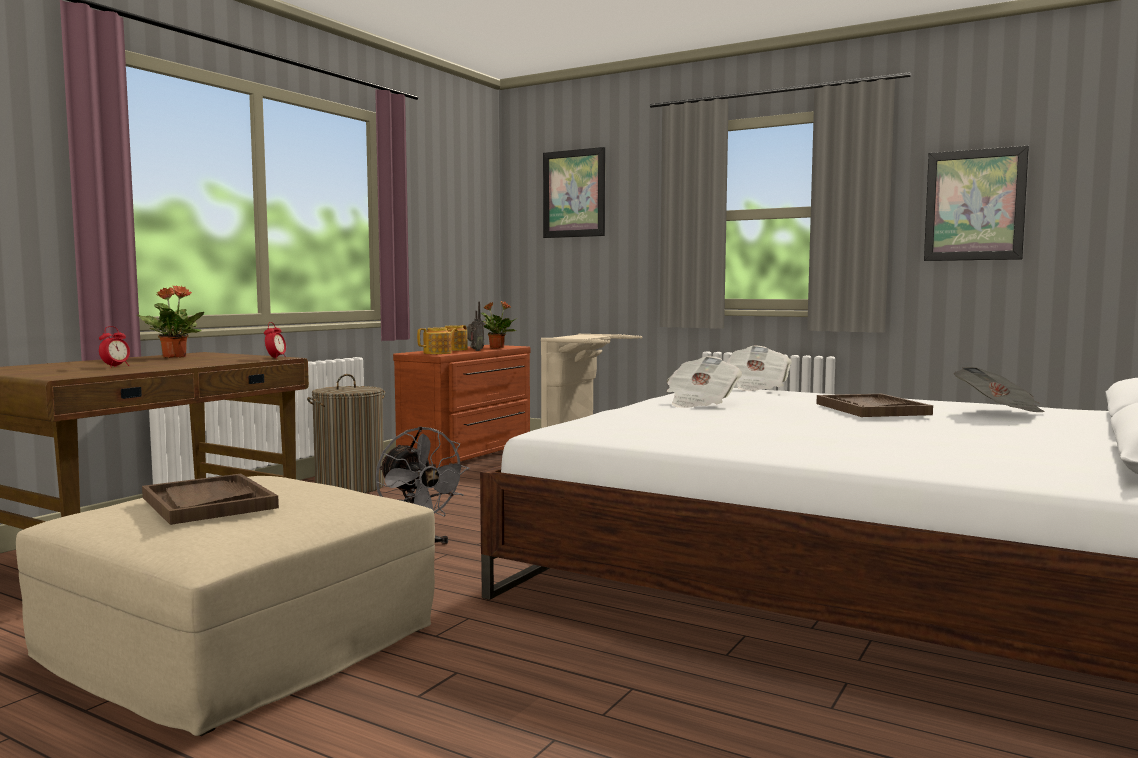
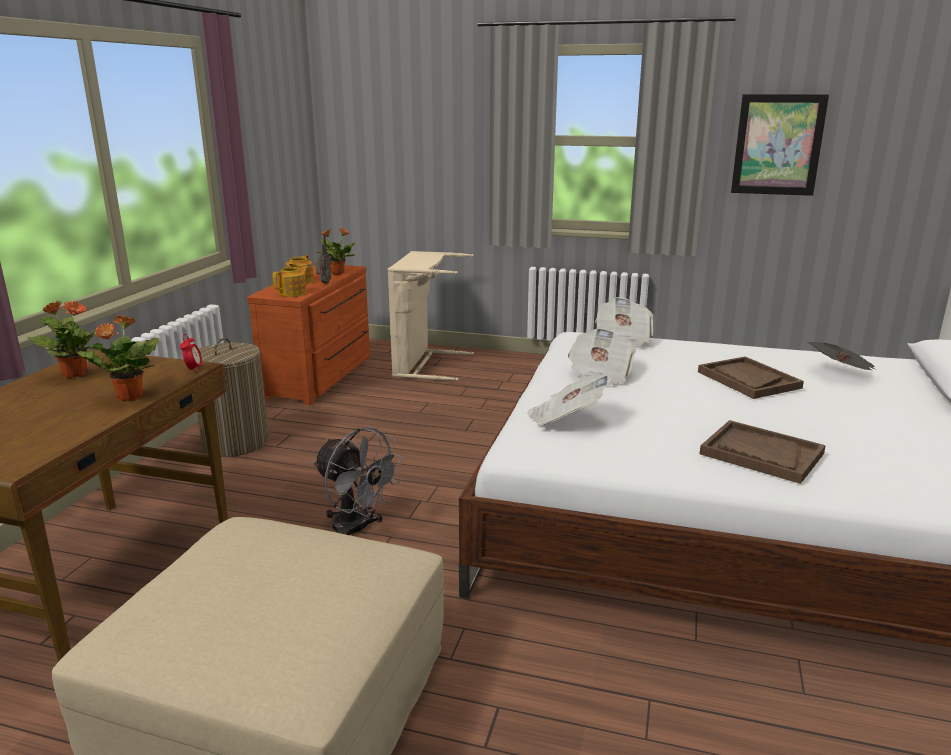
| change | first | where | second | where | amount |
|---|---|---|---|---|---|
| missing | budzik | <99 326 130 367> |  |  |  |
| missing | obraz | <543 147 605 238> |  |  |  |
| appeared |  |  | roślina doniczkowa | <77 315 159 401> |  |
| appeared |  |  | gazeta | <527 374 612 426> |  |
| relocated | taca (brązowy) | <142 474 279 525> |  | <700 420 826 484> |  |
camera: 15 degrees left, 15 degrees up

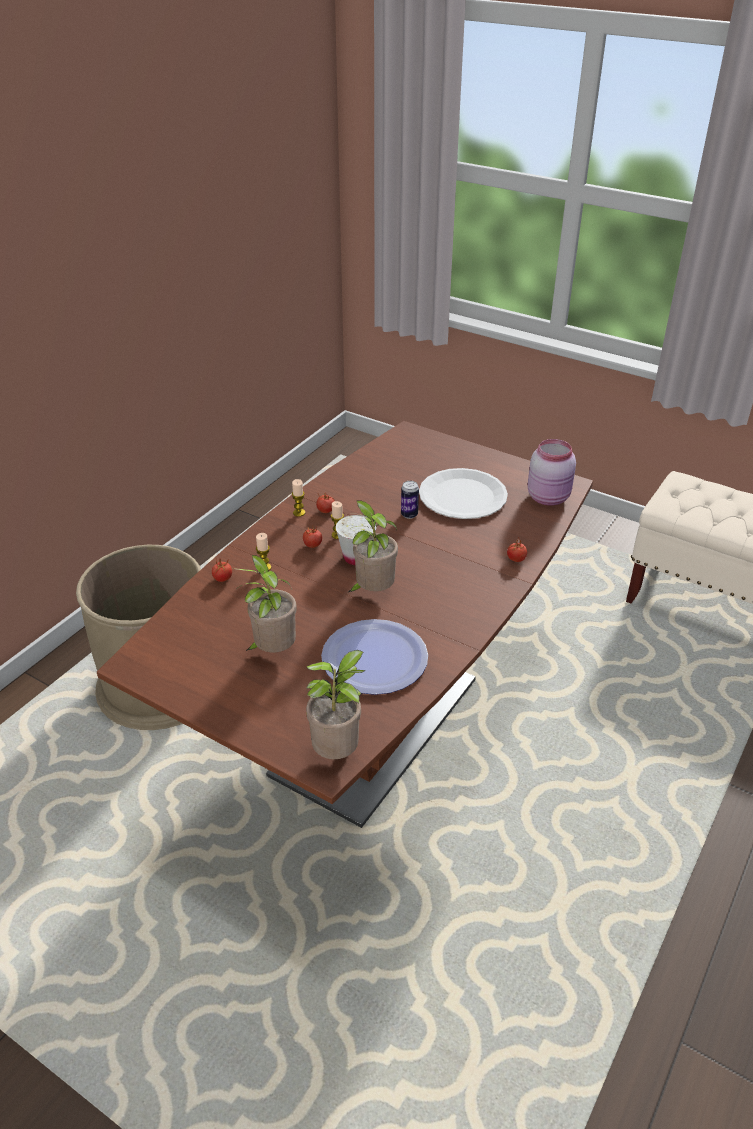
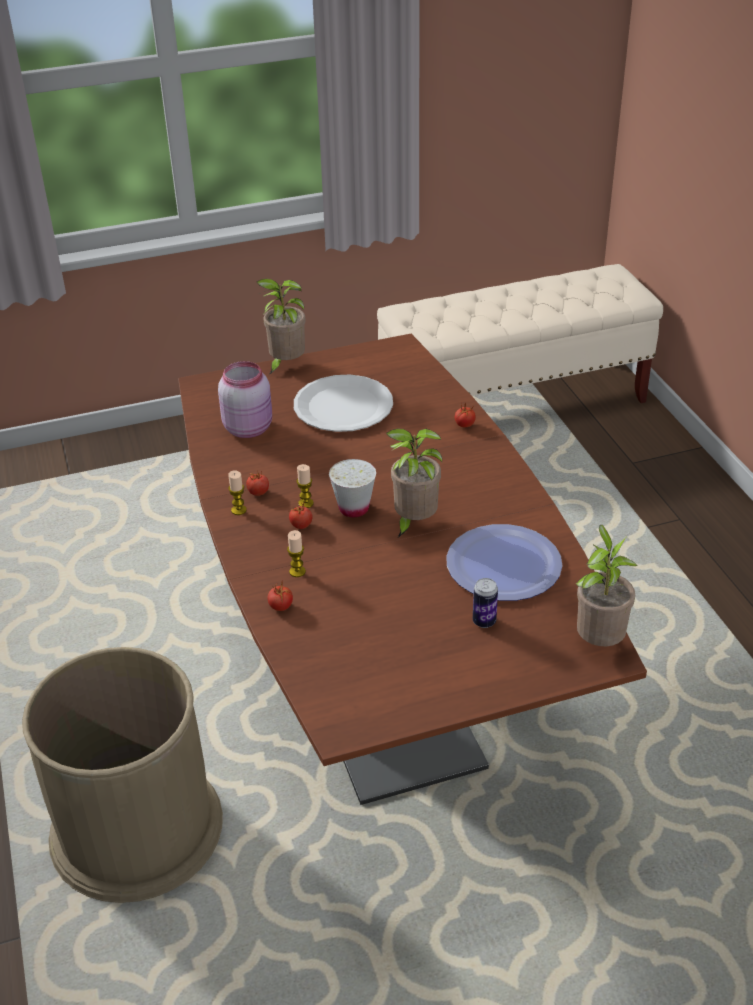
| change | first | where | second | where | amount |
|---|---|---|---|---|---|
| relocated | roślina doniczkowa | <233 555 297 652> |  | <257 279 306 375> |  |
| relocated | puszka | <401 481 419 519> |  | <473 578 498 628> |  |
| relocated | słoik (różowy) | <528 439 576 506> |  | <218 361 272 438> |  |
camera: 50 degrees left, 0 degrees up

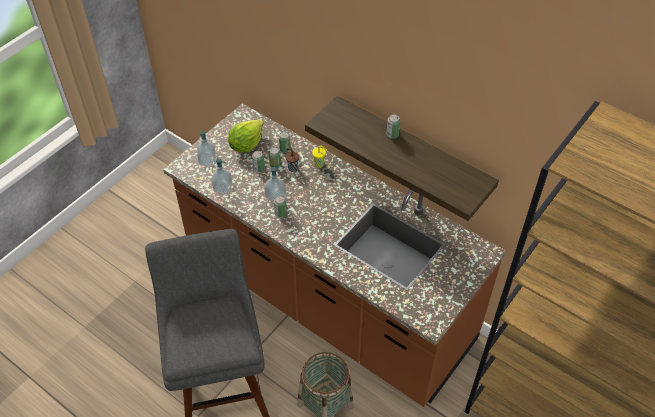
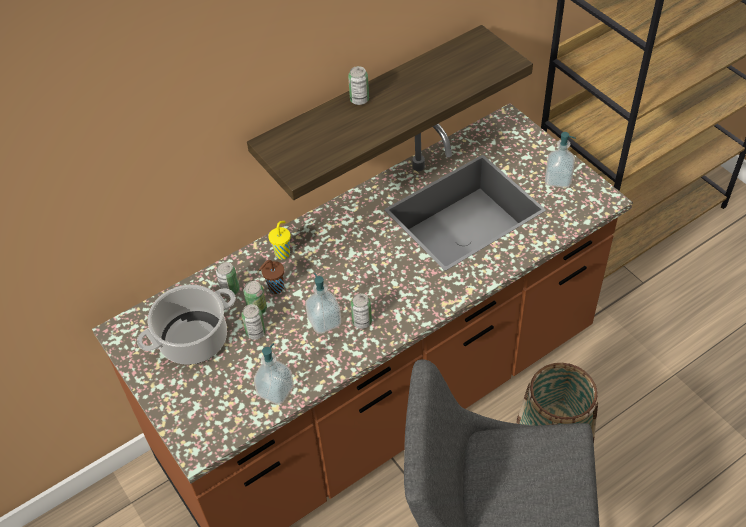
| change | first | where | second | where | amount |
|---|---|---|---|---|---|
| relocated | dozownik mydła | <197 131 216 166> |  | <545 132 576 188> |  |
| exchanged | sałata | <228 119 264 152> | garnek | <137 285 236 365> |  |
camera: 70 degrees left, 0 degrees up

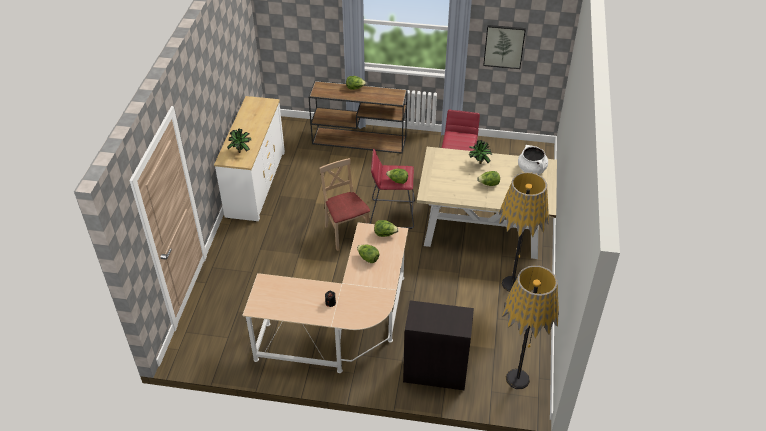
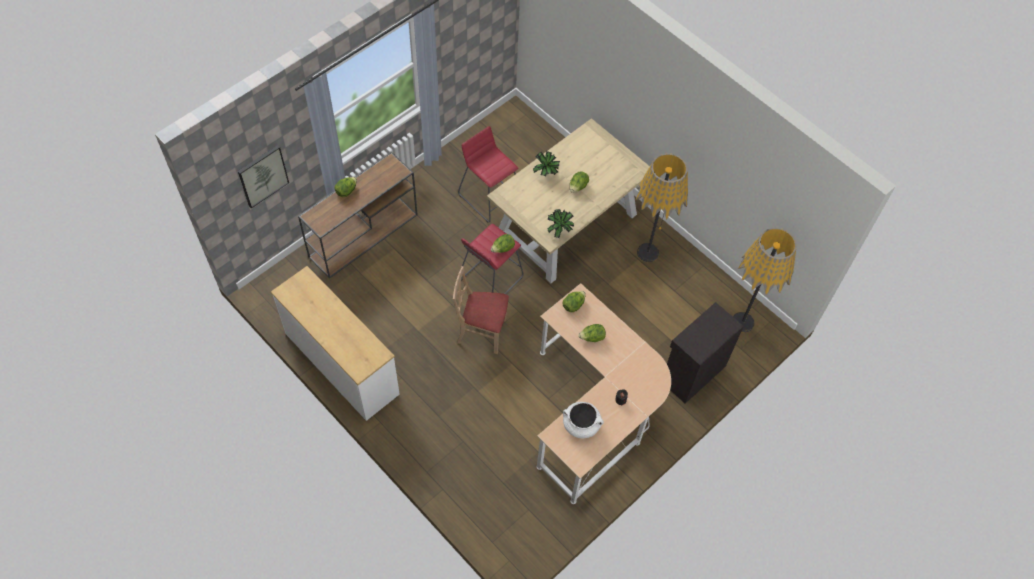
| change | first | where | second | where | amount |
|---|---|---|---|---|---|
| relocated | roślina doniczkowa | <227 128 251 153> |  | <547 209 574 238> |  |
| relocated | obraz | <483 25 526 69> |  | <238 145 289 208> |  |
| relocated | garnek (biały) | <518 145 548 175> |  | <563 402 604 438> |  |
camera: 55 degrees left, 15 degrees up

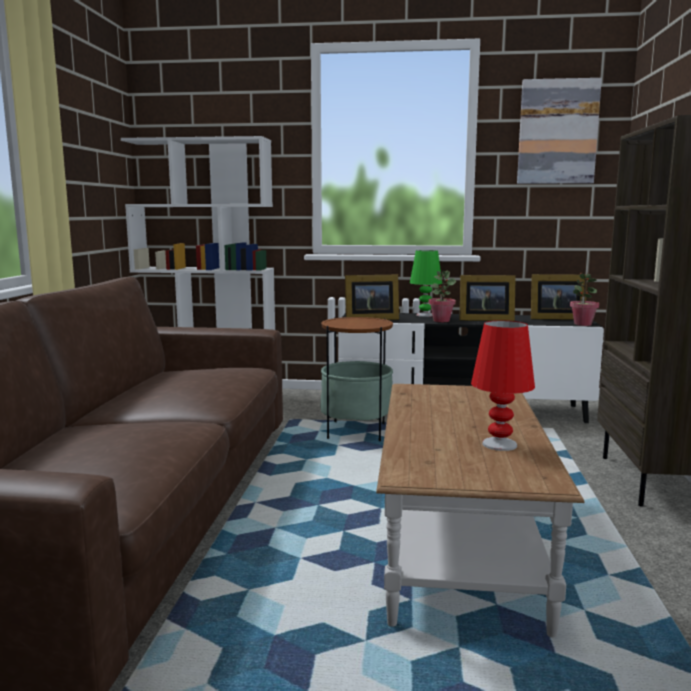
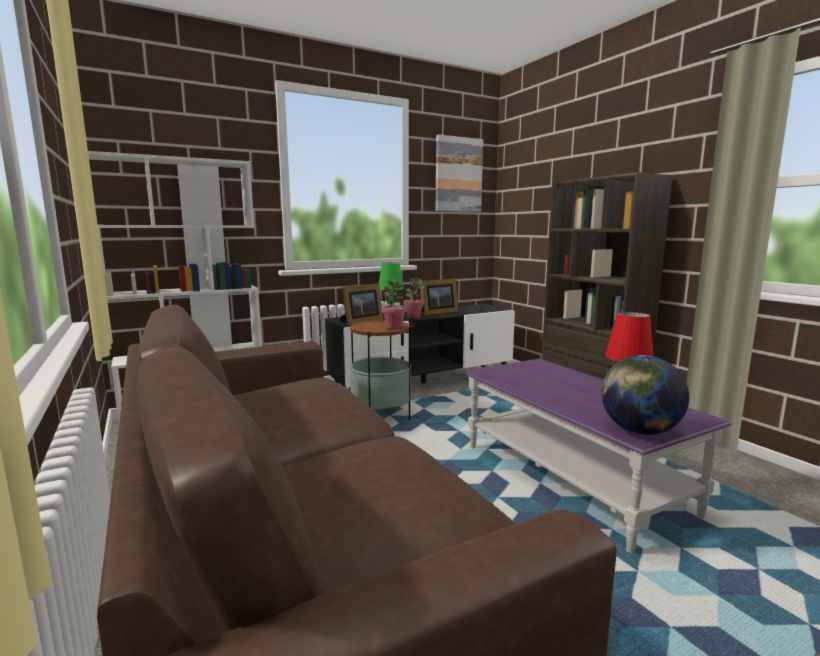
| change | first | where | second | where | amount |
|---|---|---|---|---|---|
| missing | ramka na zdjęcie | <531 274 587 320> |  |  |  |
| appeared |  |  | globus | <601 355 689 435> |  |
| relocated | roślina doniczkowa | <570 272 599 326> |  | <382 279 407 329> |  |
| colour | ława (brązowy) | <376 384 585 638> | ława (fioletowy) | <463 359 732 554> |  |
camera: 35 degrees left, 0 degrees up

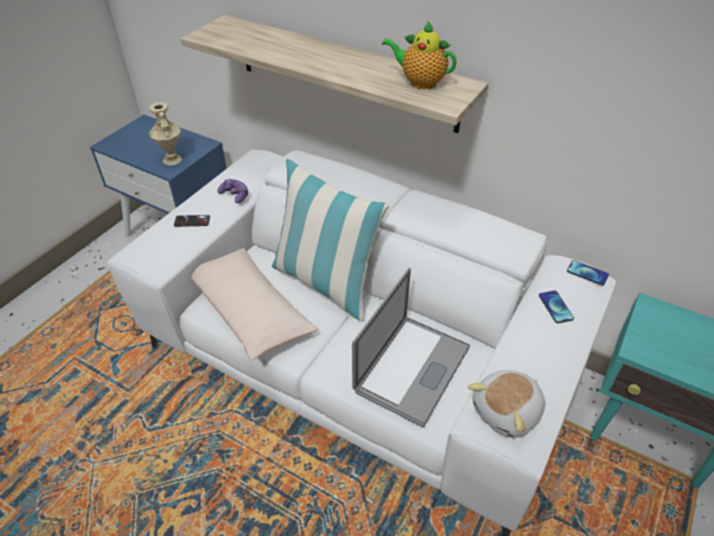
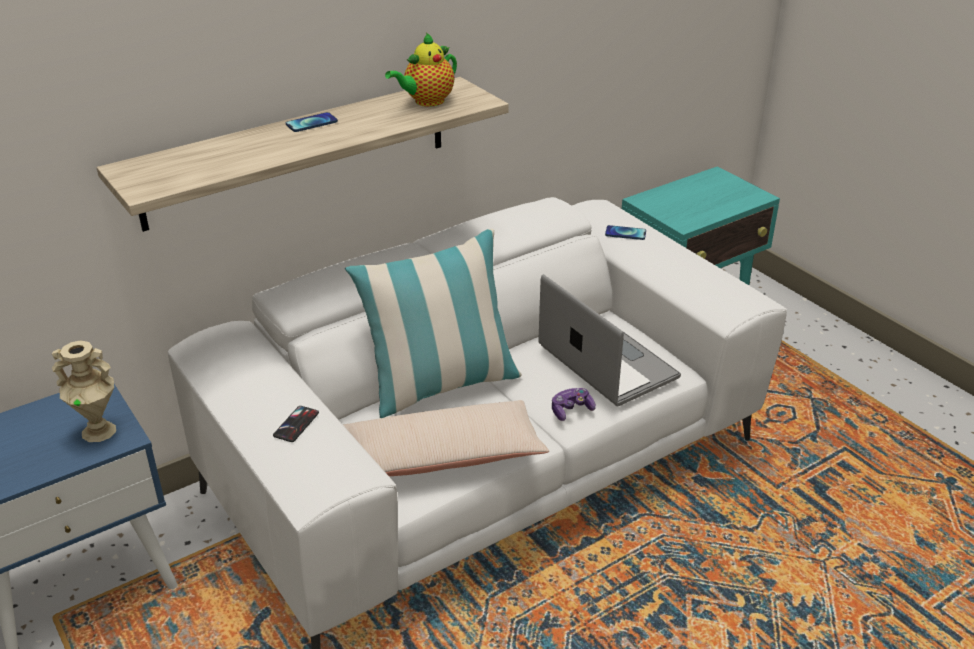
| change | first | where | second | where | amount |
|---|---|---|---|---|---|
| missing | pluszak | <468 370 545 438> |  |  |  |
| relocated | pad do gier | <217 179 248 203> |  | <552 388 596 421> |  |
| relocated | telefon | <567 260 609 286> |  | <286 112 338 132> |  |
camera: 65 degrees left, 10 degrees down

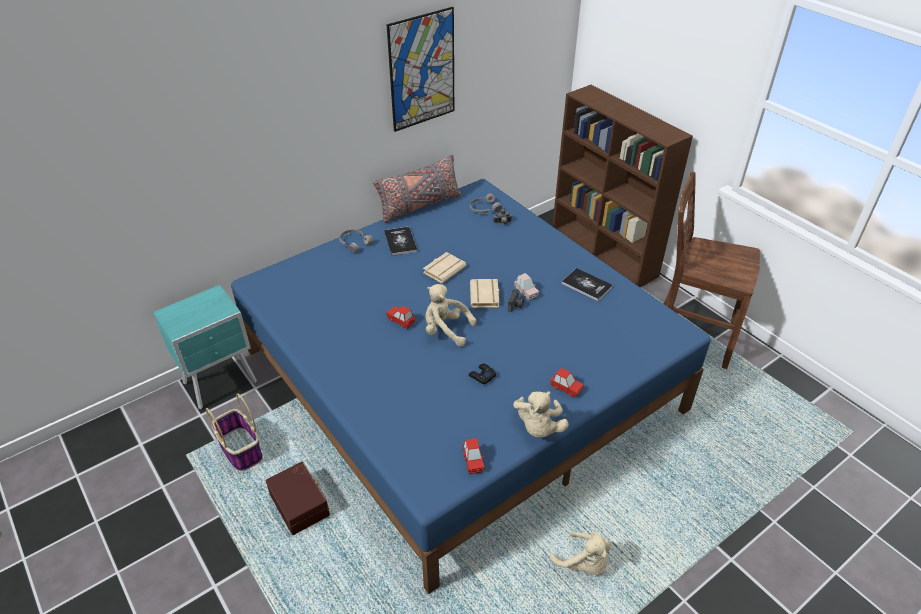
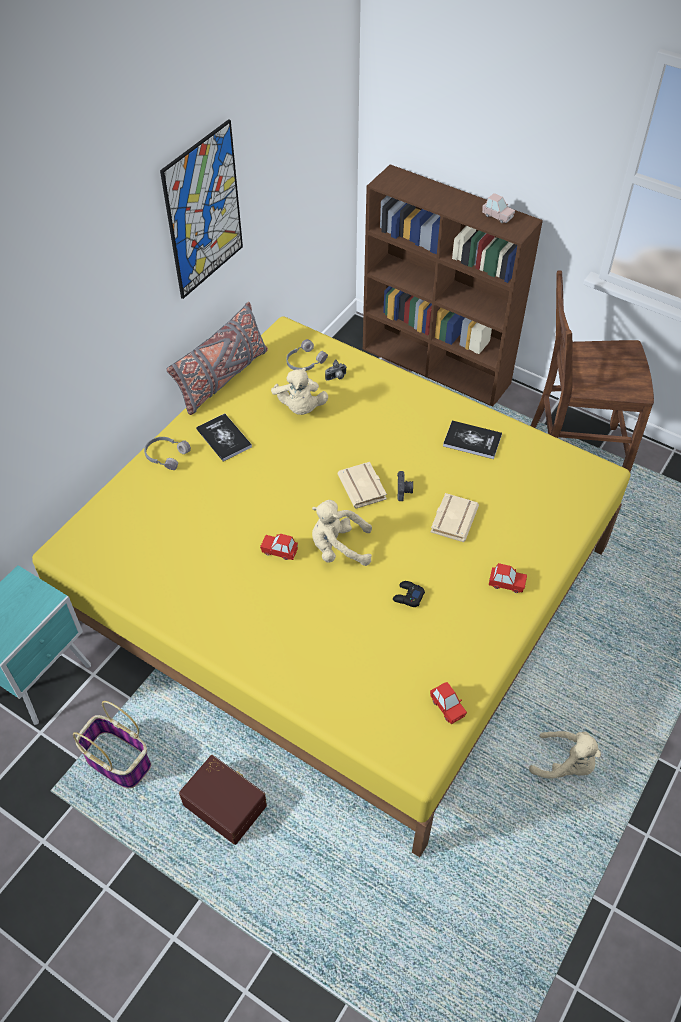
| change | first | where | second | where | amount |
|---|---|---|---|---|---|
| relocated | książka (beżowy) | <423 252 466 284> |  | <431 493 479 542> |  |
| relocated | pluszak (beżowy) | <513 391 569 437> |  | <271 368 328 415> |  |
| relocated | samochodzik (różowy) | <514 273 539 300> |  | <482 193 515 223> |  |
| colour | łóżko (niebieski) | <231 179 711 594> | łóżko (żółty) | <32 316 630 857> |  |
camera: 20 degrees left, 10 degrees up

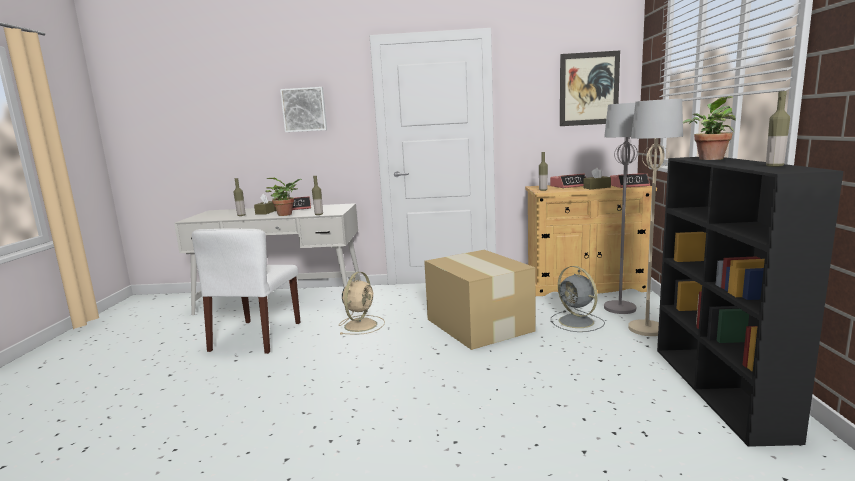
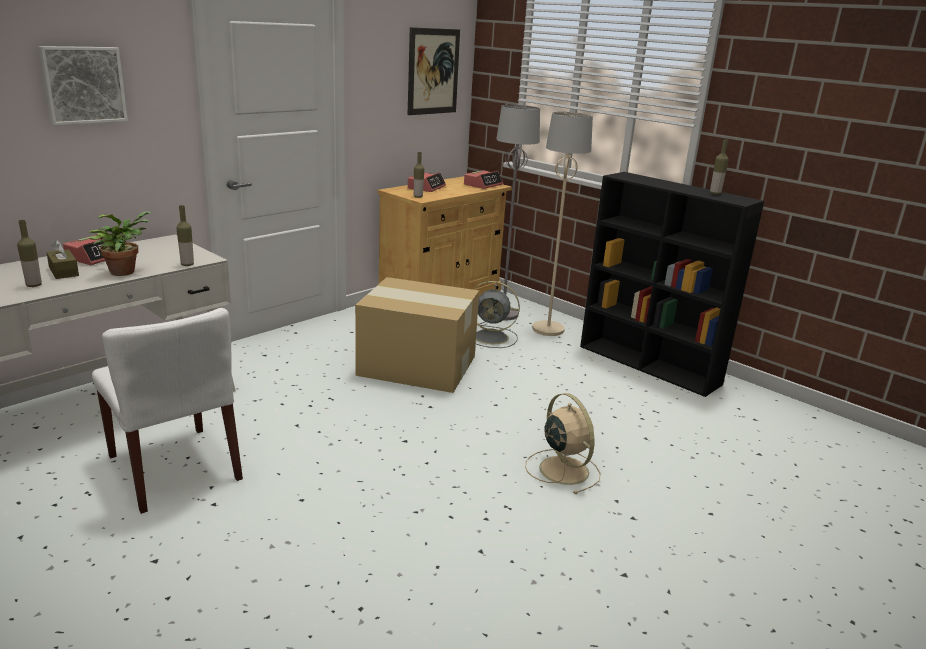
| change | first | where | second | where | amount |
|---|---|---|---|---|---|
| missing | pudełko chusteczek (brązowy) | <583 168 611 189> |  |  |  |
| missing | roślina doniczkowa | <683 96 736 160> |  |  |  |
| relocated | wentylator (beżowy) | <339 272 385 335> |  | <525 393 601 494> |  |
camera: 50 degrees left, 10 degrees up

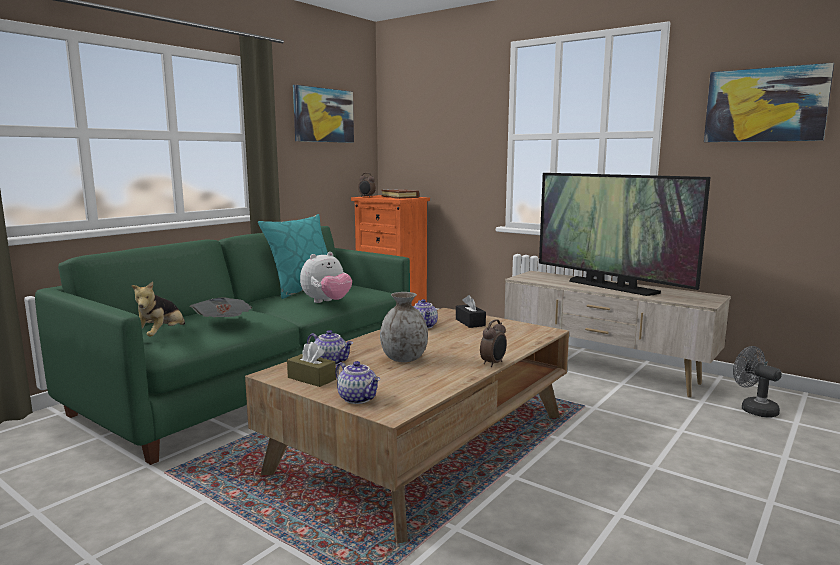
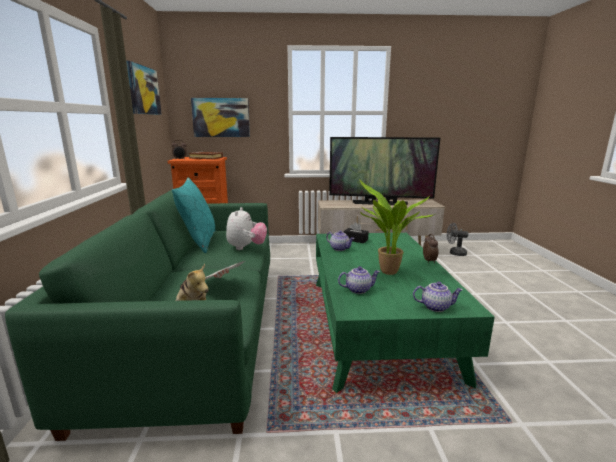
| change | first | where | second | where | amount |
|---|---|---|---|---|---|
| missing | pudełko chusteczek (brązowy) | <287 342 336 387> |  |  |  |
| relocated | obraz | <704 63 834 142> |  | <191 98 250 137> |  |
| exchanged | wazon (szary) | <380 292 428 362> | roślina doniczkowa | <359 179 435 275> |  |
| colour | ława (brązowy) | <245 308 569 544> | ława (zielony) | <316 233 495 393> |  |
camera: 40 degrees left, 5 degrees up

